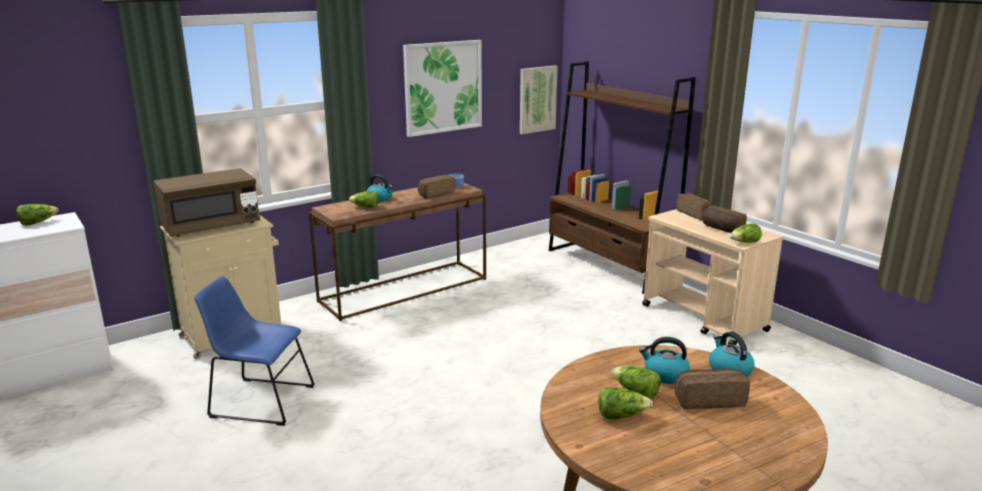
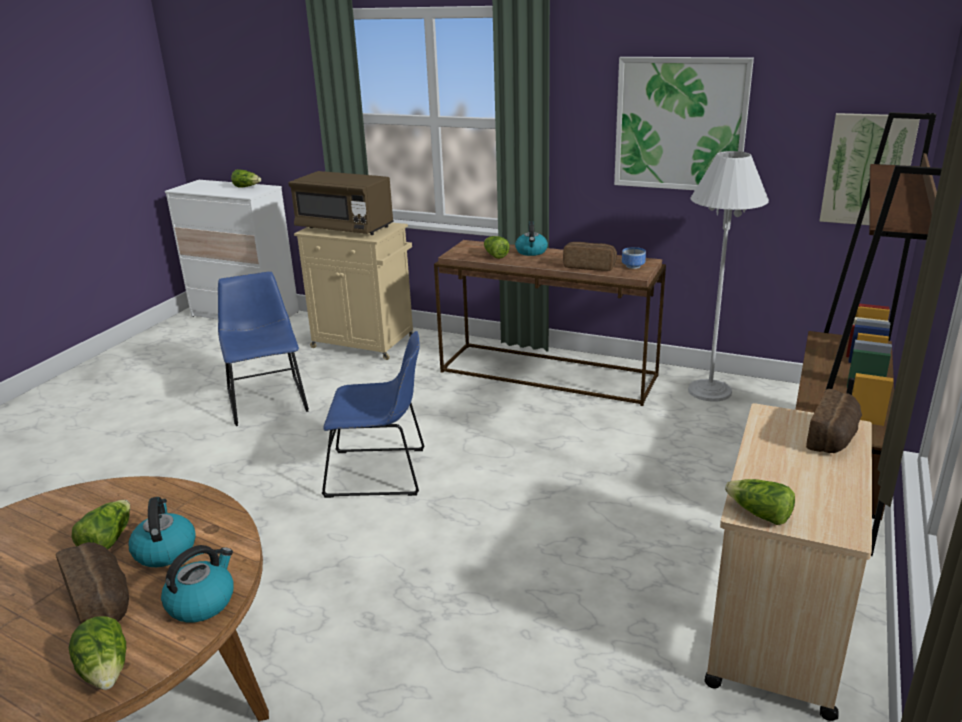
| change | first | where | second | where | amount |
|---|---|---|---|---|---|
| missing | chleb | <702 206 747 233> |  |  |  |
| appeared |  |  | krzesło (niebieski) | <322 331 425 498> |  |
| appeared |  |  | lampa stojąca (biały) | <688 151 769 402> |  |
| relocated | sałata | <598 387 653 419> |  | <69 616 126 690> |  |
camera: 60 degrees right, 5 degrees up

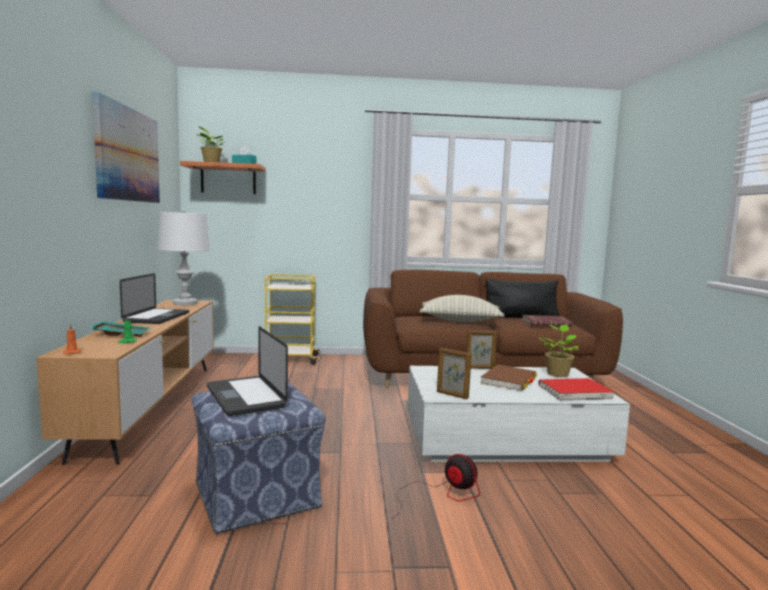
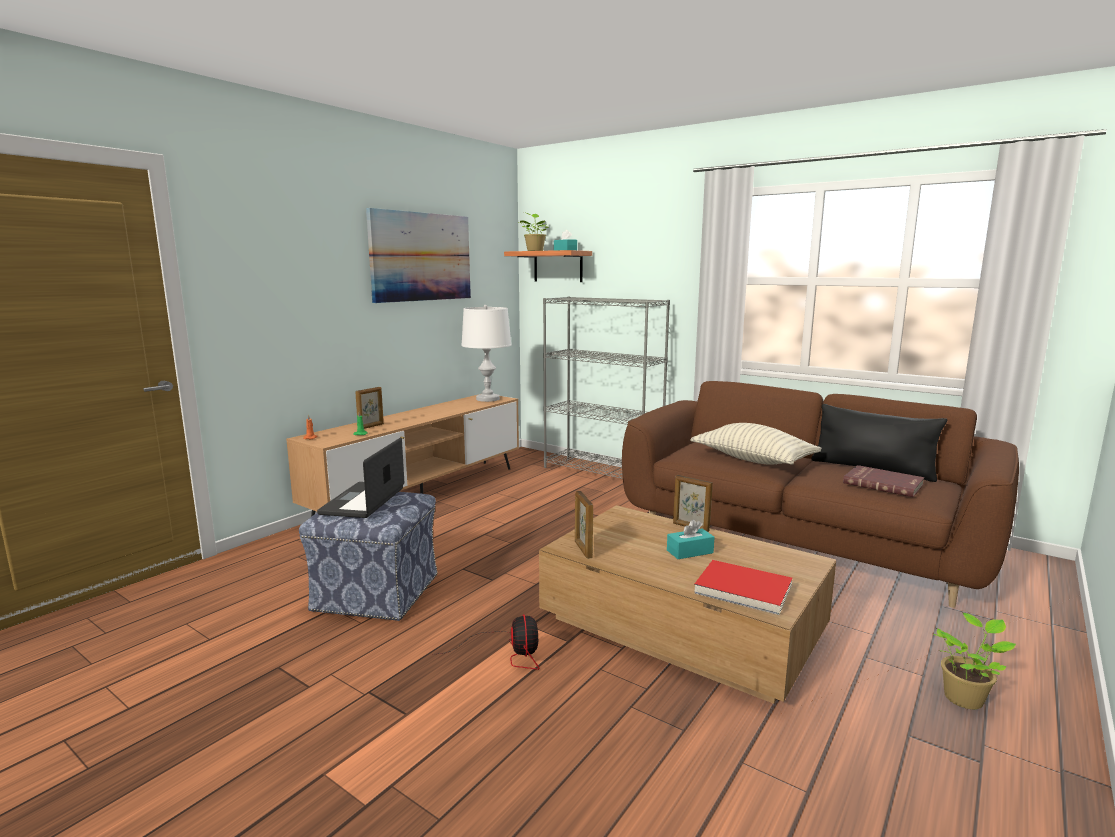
| change | first | where | second | where | amount |
|---|---|---|---|---|---|
| missing | laptop | <120 273 189 324> |  |  |  |
| relocated | roślina doniczkowa | <539 324 578 377> |  | <933 613 1016 709> |  |
| exchanged | taca (turkusowy) | <88 321 151 337> | ramka na zdjęcie | <355 387 384 429> |  |
| exchanged | wózek (żółty) | <265 274 321 365> | regał (szary) | <543 297 670 479> |  |
| exchanged | książka (brązowy) | <481 364 537 391> | pudełko chusteczek (turkusowy) | <667 519 714 559> |  |
| colour | ława (biały) | <408 366 630 462> | ława (brązowy) | <539 505 836 704> |  |
camera: 40 degrees right, 5 degrees up

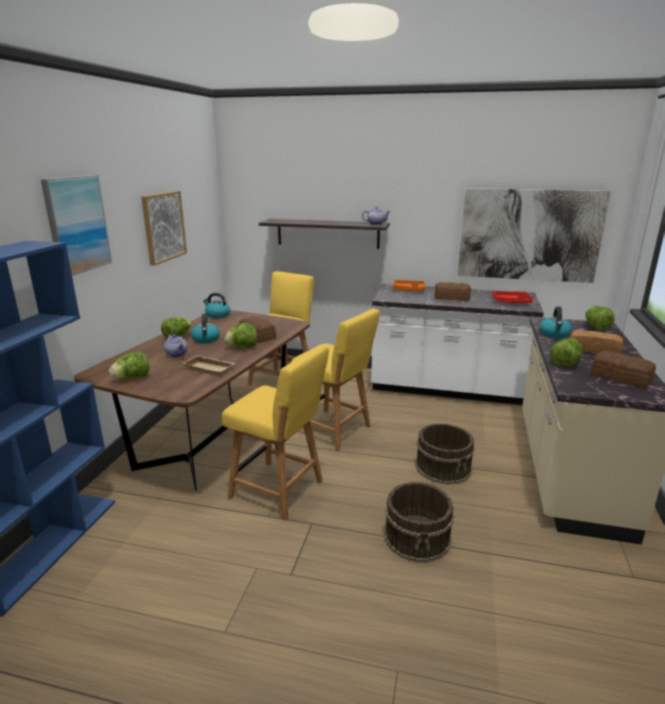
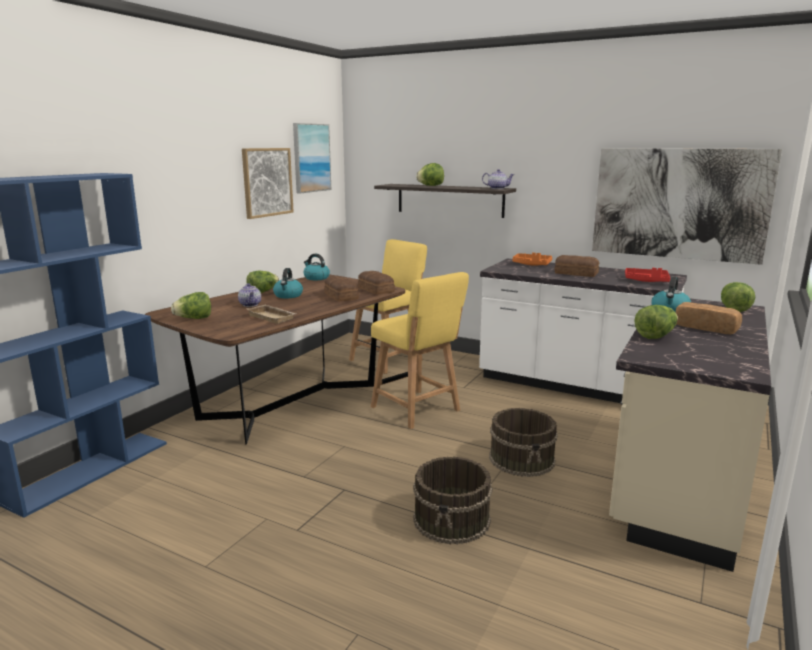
| change | first | where | second | where | amount |
|---|---|---|---|---|---|
| missing | krzesło (żółty) | <222 345 329 521> |  |  |  |
| relocated | obraz | <41 175 112 276> |  | <293 123 331 193> |  |
| relocated | sałata | <224 323 257 348> |  | <416 163 444 186> |  |
| relocated | chleb | <591 351 656 388> |  | <358 271 395 294> |  |
camera: 15 degrees right, 5 degrees down

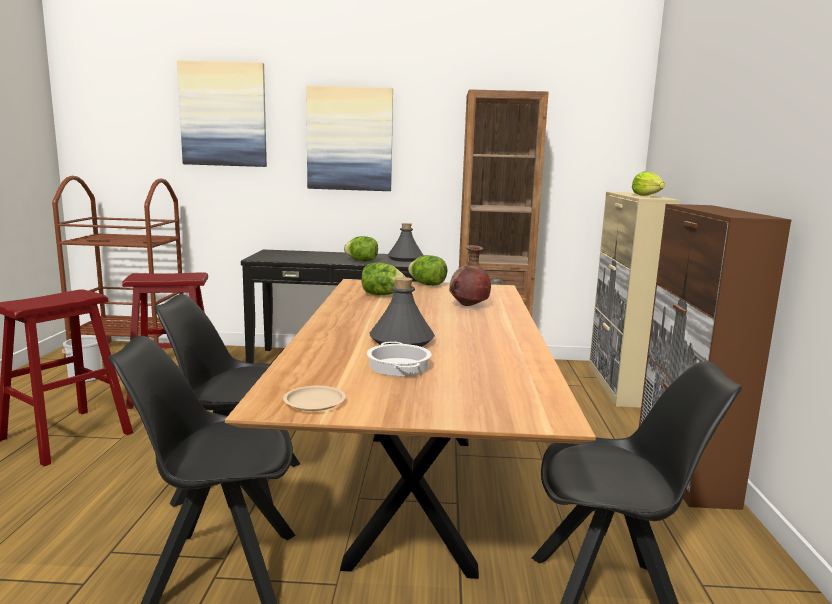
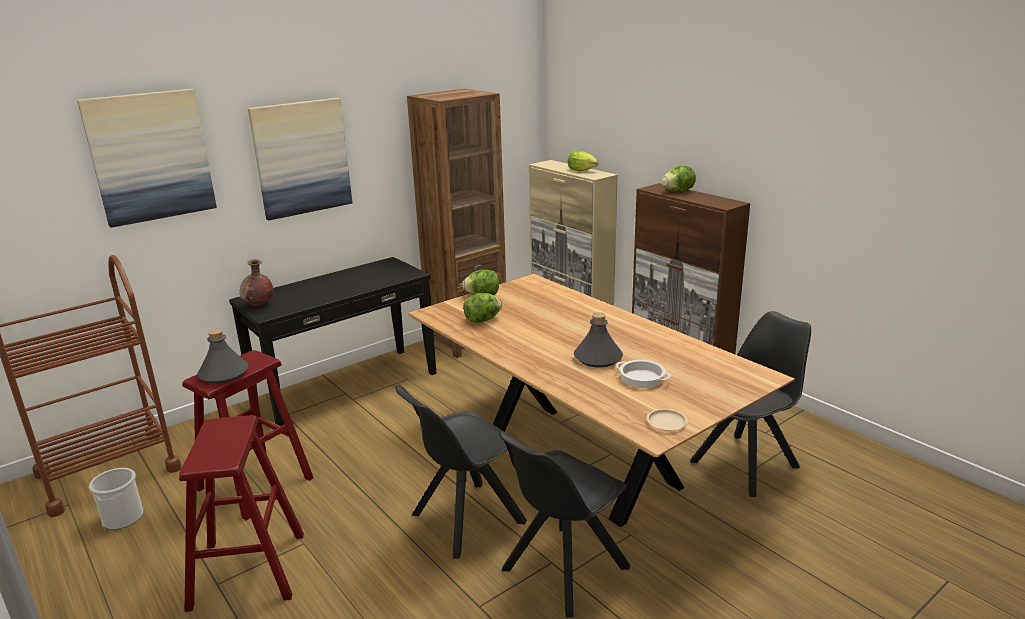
| change | first | where | second | where | amount |
|---|---|---|---|---|---|
| relocated | sałata | <344 236 378 262> |  | <662 166 696 192> |  |
| relocated | butelka (szary) | <388 223 423 262> |  | <197 329 249 384> |  |
| relocated | wazon (brązowy) | <449 245 491 306> |  | <240 259 274 306> |  |
camera: 40 degrees left, 10 degrees up

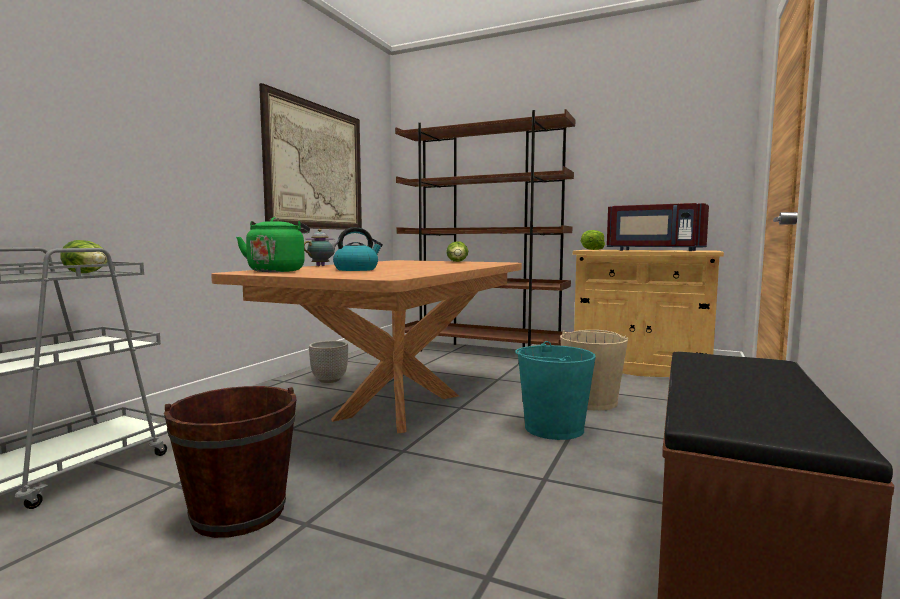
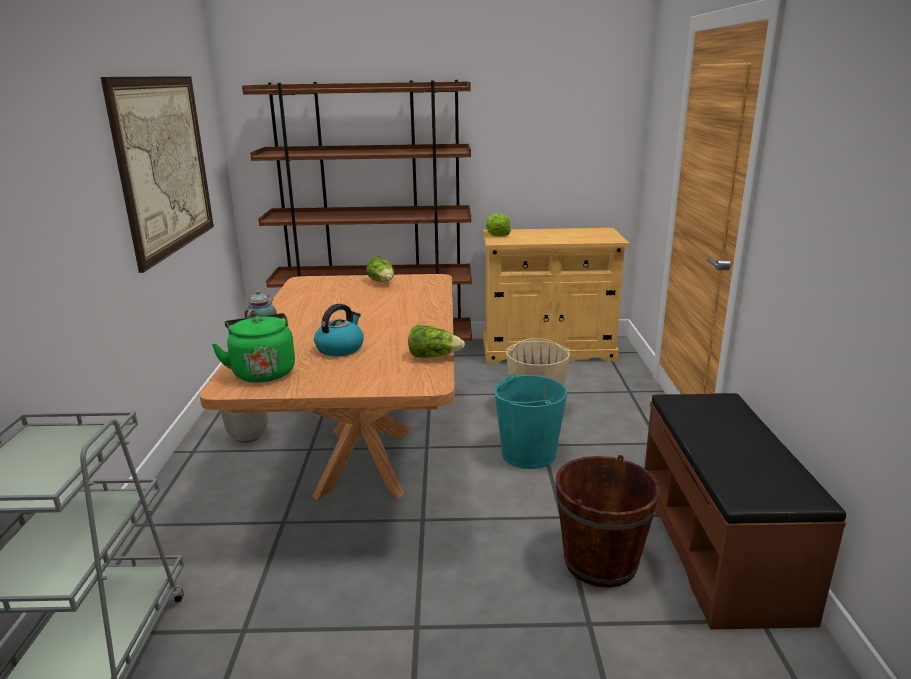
| change | first | where | second | where | amount |
|---|---|---|---|---|---|
| missing | mikrofalówka (czerwony) | <607 203 709 251> |  |  |  |
| relocated | sałata | <60 240 108 273> |  | <408 325 465 358> |  |
| relocated | wiadro (brązowy) | <164 386 296 538> |  | <556 455 661 588> |  |
camera: 25 degrees left, 15 degrees up

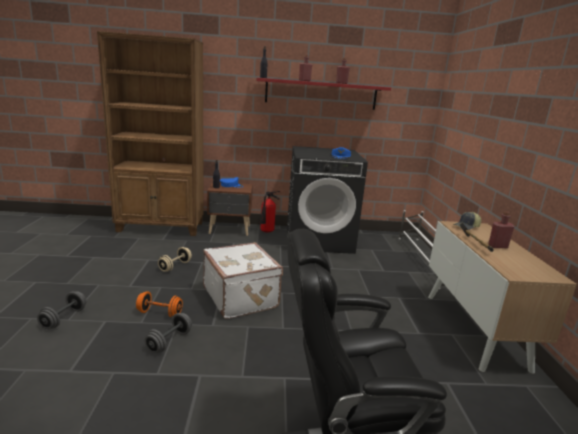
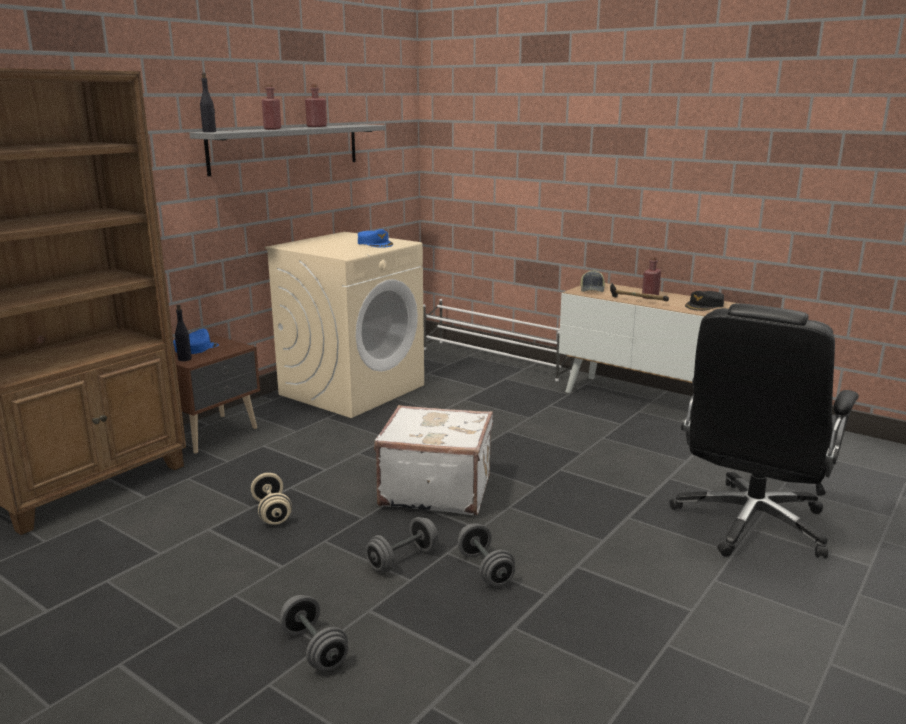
| change | first | where | second | where | amount |
|---|---|---|---|---|---|
| missing | gaśnica | <260 191 280 232> |  |  |  |
| appeared |  |  | czapka z daszkiem (czarny) | <685 291 724 311> |  |
| colour | hantel (pomarańczowy) | <136 291 183 317> | hantel (szary) | <365 517 438 572> |  |
| colour | półka (czerwony) | <257 78 391 110> | półka (szary) | <189 124 386 176> |  |
| colour | pralka (czarny) | <287 146 368 254> | pralka (beżowy) | <265 232 424 418> |  |
camera: 50 degrees left, 0 degrees up

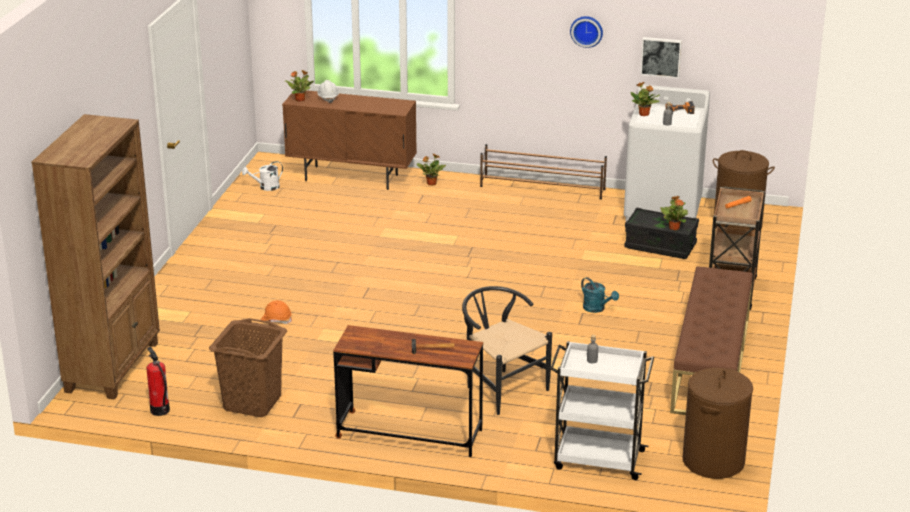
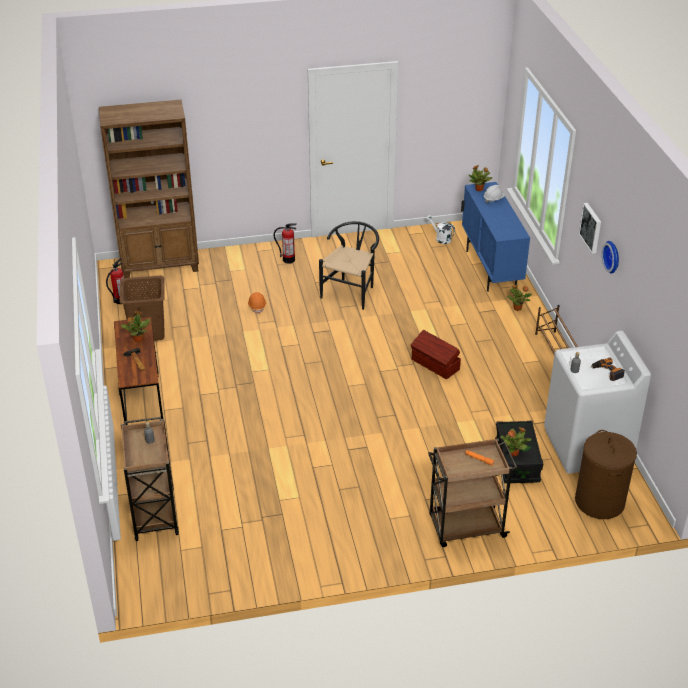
| change | first | where | second | where | amount |
|---|---|---|---|---|---|
| missing | konewka (turkusowy) | <581 277 619 313> |  |  |  |
| missing | ławka (brązowy) | <670 266 753 415> |  |  |  |
| missing | kosz na pranie (brązowy) | <682 368 753 479> |  |  |  |
| appeared |  |  | gaśnica | <273 224 297 264> |  |
| appeared |  |  | pojemnik do przechowywania (brązowy) | <411 330 461 379> |  |
| relocated | krzesło (czarny) | <462 286 552 415> |  | <319 221 379 310> |  |
| relocated | roślina doniczkowa | <630 82 659 116> |  | <121 311 150 342> |  |
| relocated | obraz | <640 37 682 78> |  | <579 203 601 254> |  |
| colour | szafka (brązowy) | <282 90 417 190> | szafka (niebieski) | <461 182 530 292> |  |
| colour | wózek (biały) | <550 341 654 480> | wózek (brązowy) | <121 417 179 541> |  |
camera: 65 degrees right, 10 degrees up

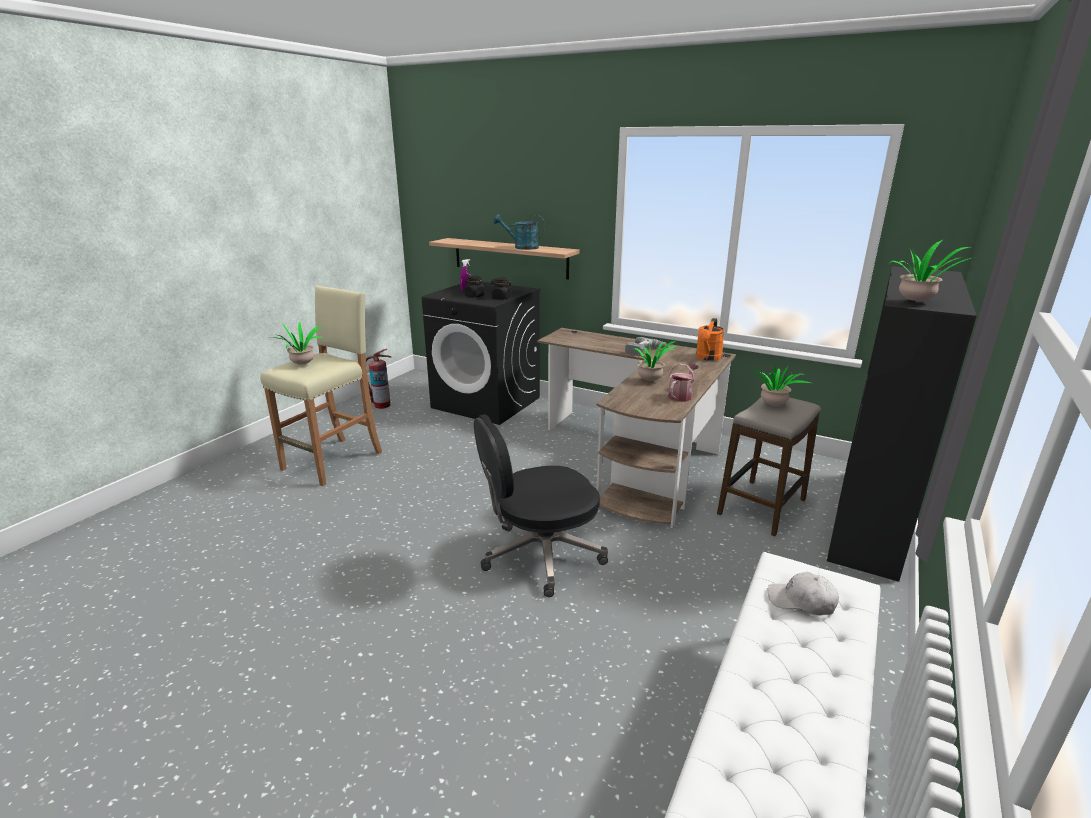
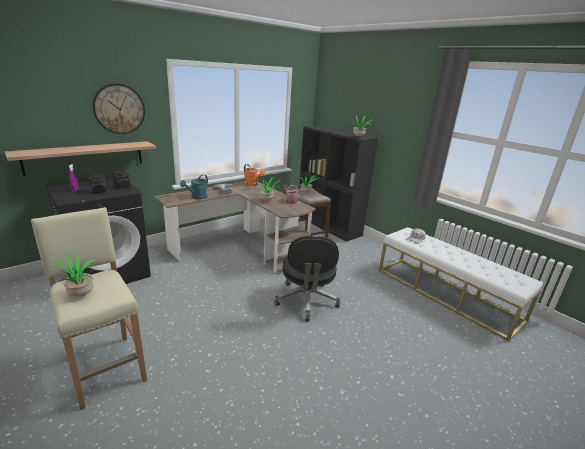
| change | first | where | second | where | amount |
|---|---|---|---|---|---|
| missing | gaśnica | <366 349 391 409> |  |  |  |
| appeared |  |  | zegar ścienny | <92 83 145 134> |  |
| relocated | konewka (turkusowy) | <493 214 545 250> |  | <180 174 208 199> |  |
camera: 70 degrees left, 0 degrees up

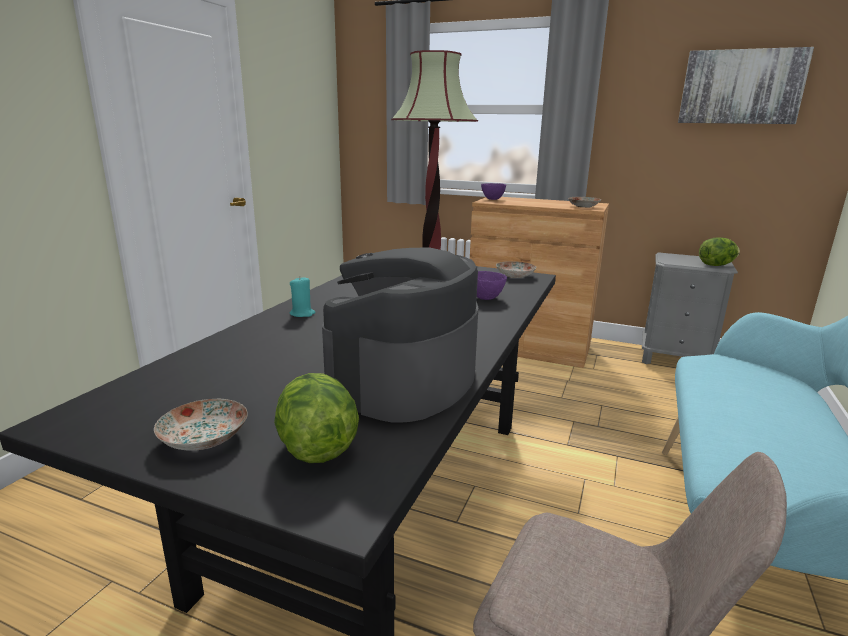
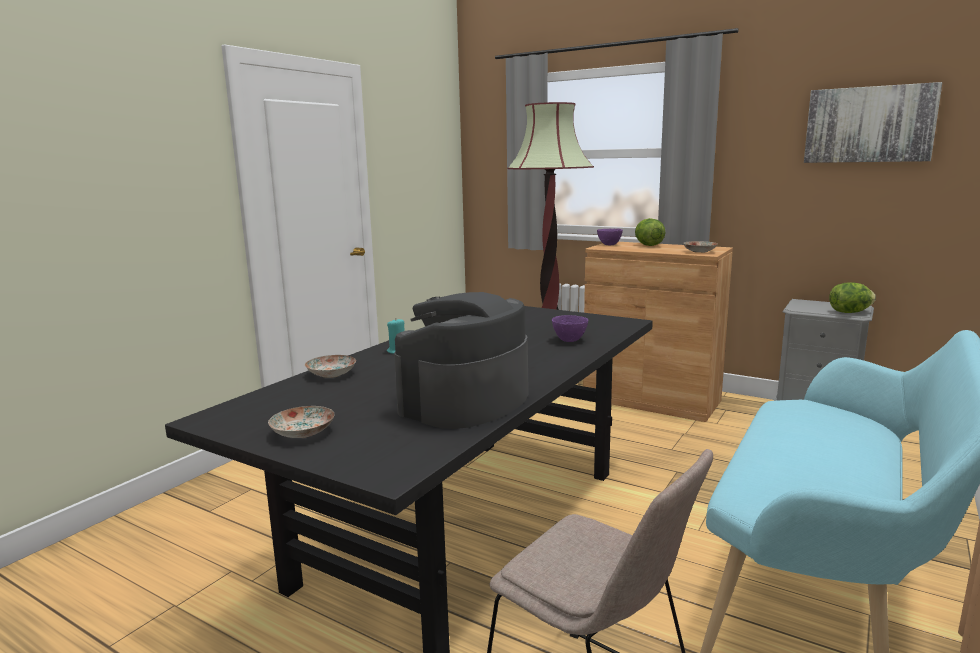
| change | first | where | second | where | amount |
|---|---|---|---|---|---|
| relocated | sałata | <274 373 359 463> |  | <635 218 665 246> |  |
| relocated | talerz | <496 261 536 278> |  | <305 355 356 378> |  |
camera: 10 degrees right, 5 degrees down

